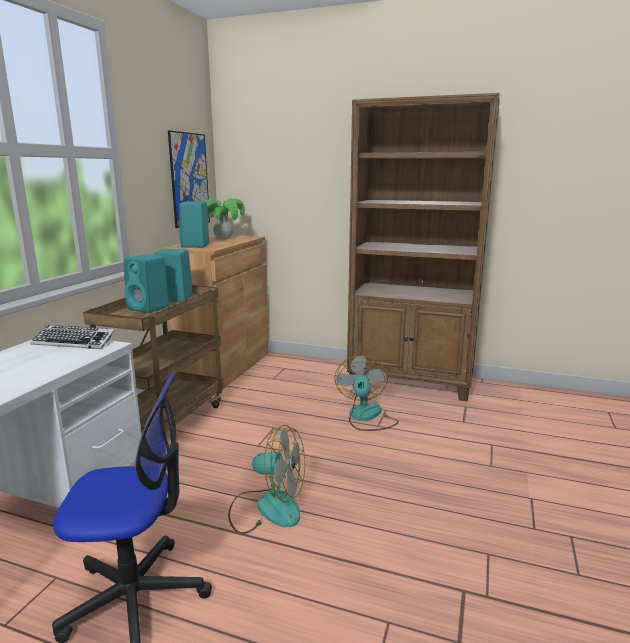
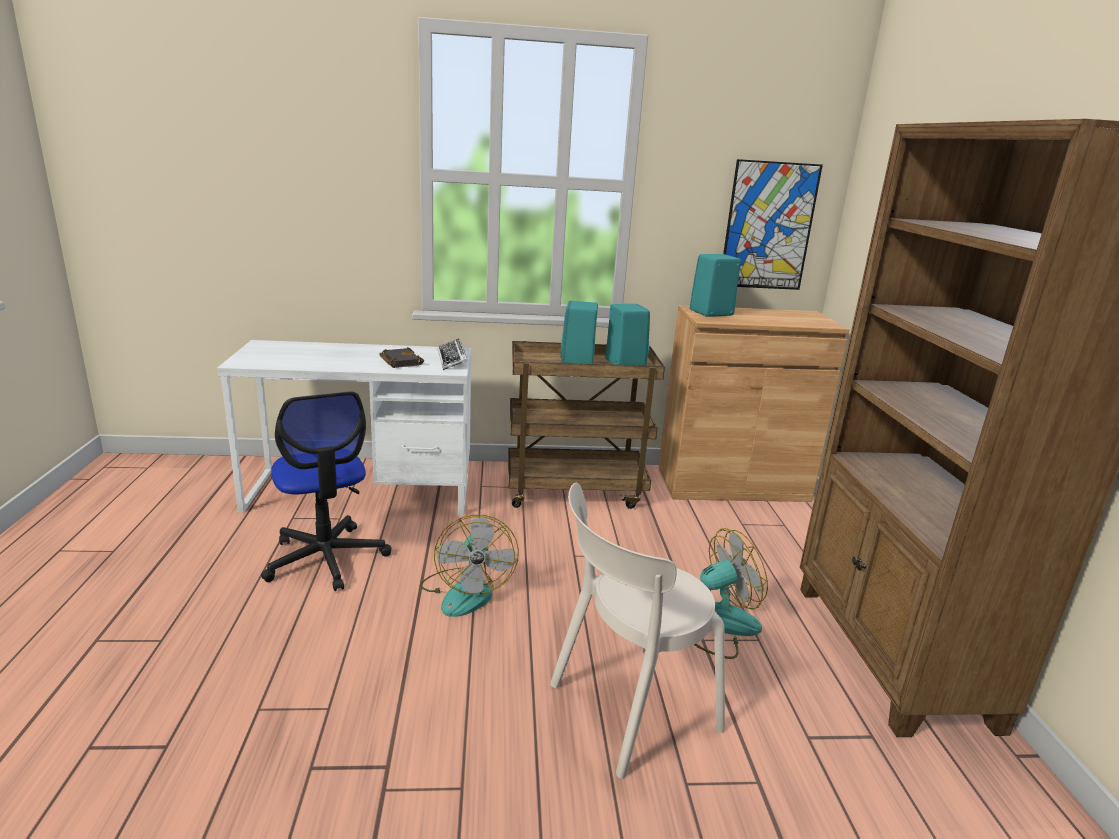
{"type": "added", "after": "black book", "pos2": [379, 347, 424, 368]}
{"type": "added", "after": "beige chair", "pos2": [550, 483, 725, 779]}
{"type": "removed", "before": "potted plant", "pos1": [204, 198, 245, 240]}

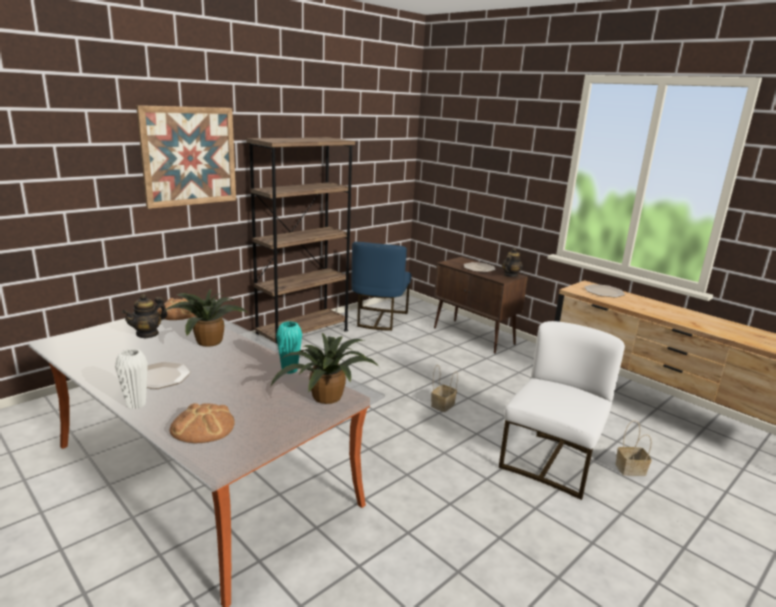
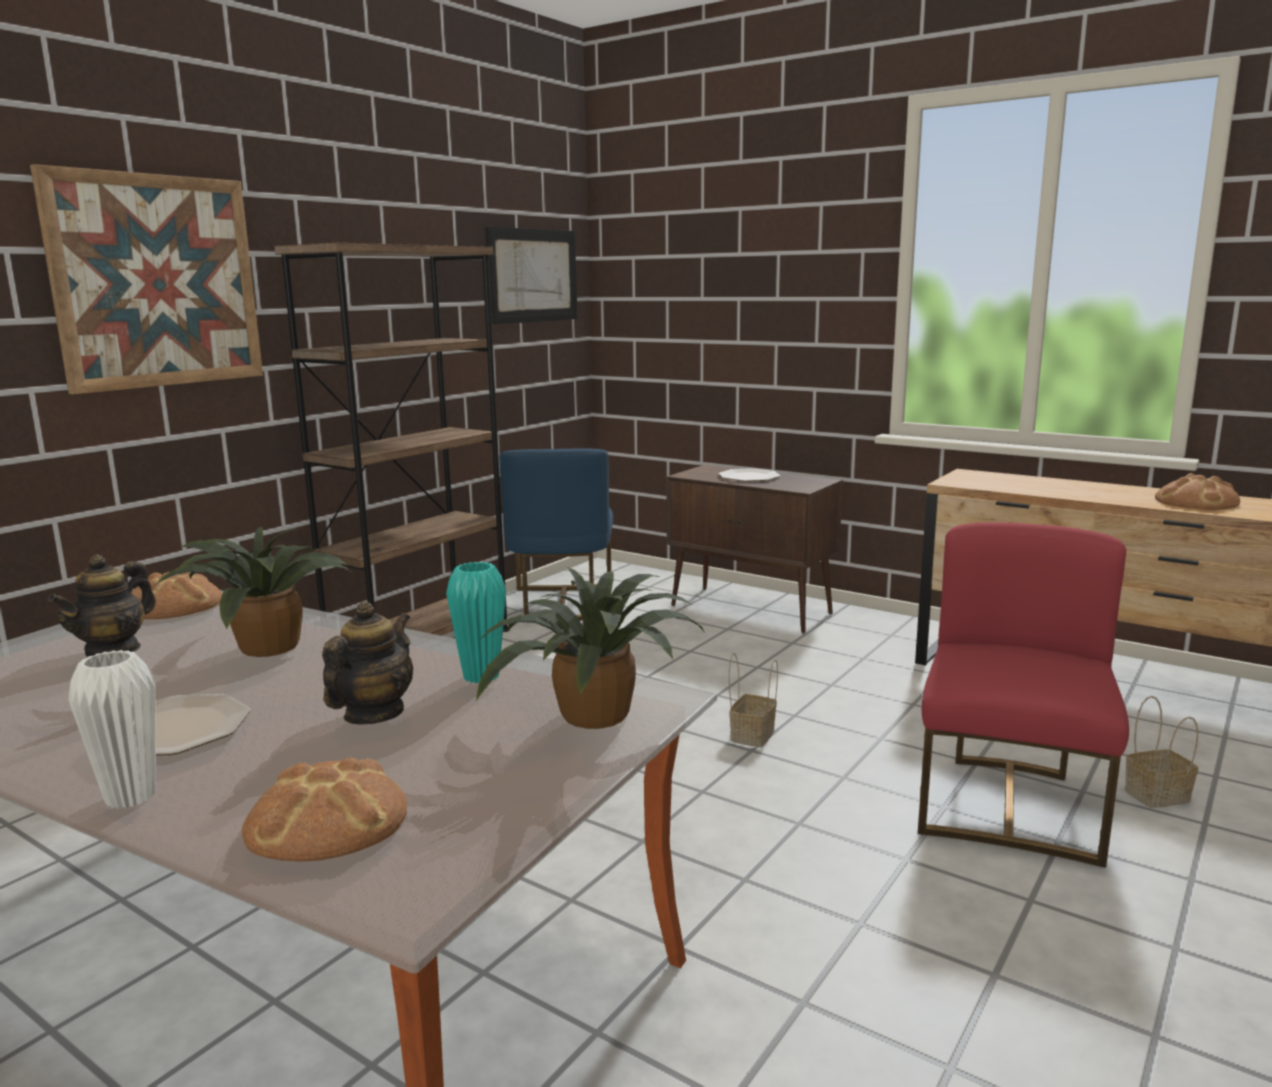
{"type": "moved", "before": "teapot", "pos1": [502, 248, 523, 277], "pos2": [322, 601, 413, 724]}
{"type": "added", "after": "picture", "pos2": [485, 227, 578, 325]}
{"type": "recoloured", "before": "white chair", "after": "red chair", "pos1": [499, 321, 625, 500], "pos2": [918, 522, 1129, 868]}
{"type": "added", "after": "bread", "pos2": [1155, 473, 1240, 510]}
{"type": "removed", "before": "plate", "pos1": [585, 284, 625, 298]}

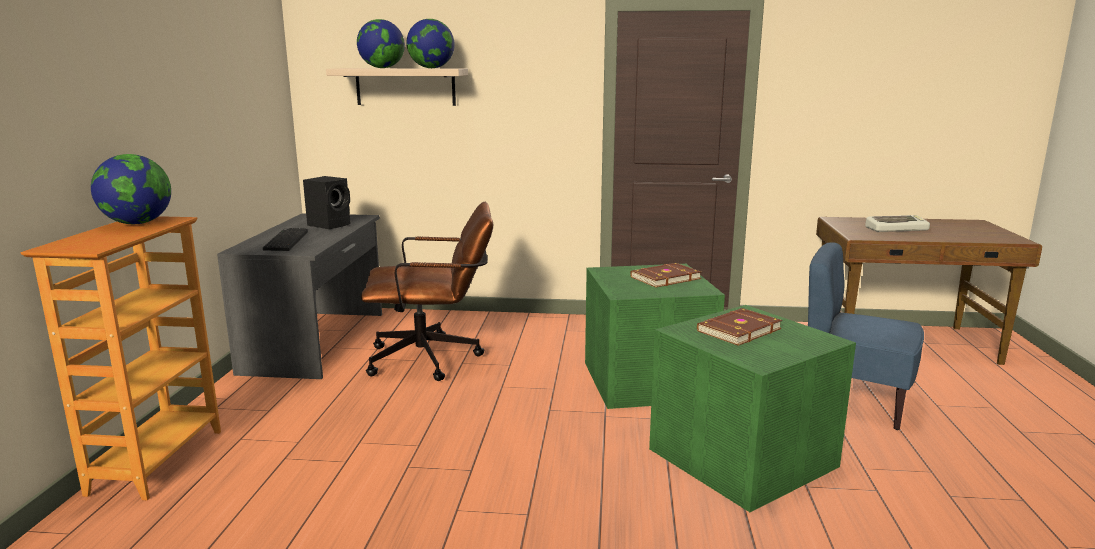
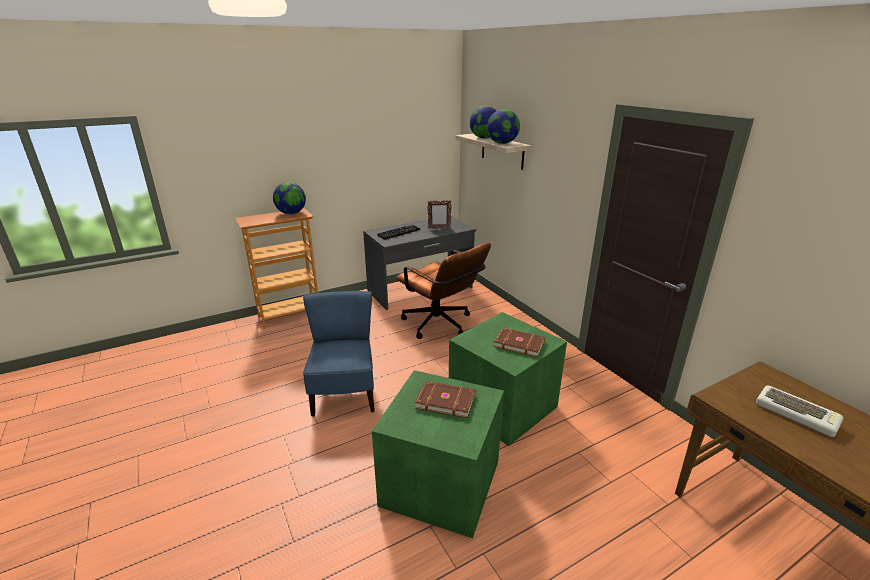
{"type": "moved", "before": "blue chair", "pos1": [808, 242, 924, 430], "pos2": [303, 291, 375, 417]}
{"type": "replaced", "before": "black speaker", "after": "picture frame", "pos1": [303, 176, 351, 229], "pos2": [427, 200, 452, 229]}

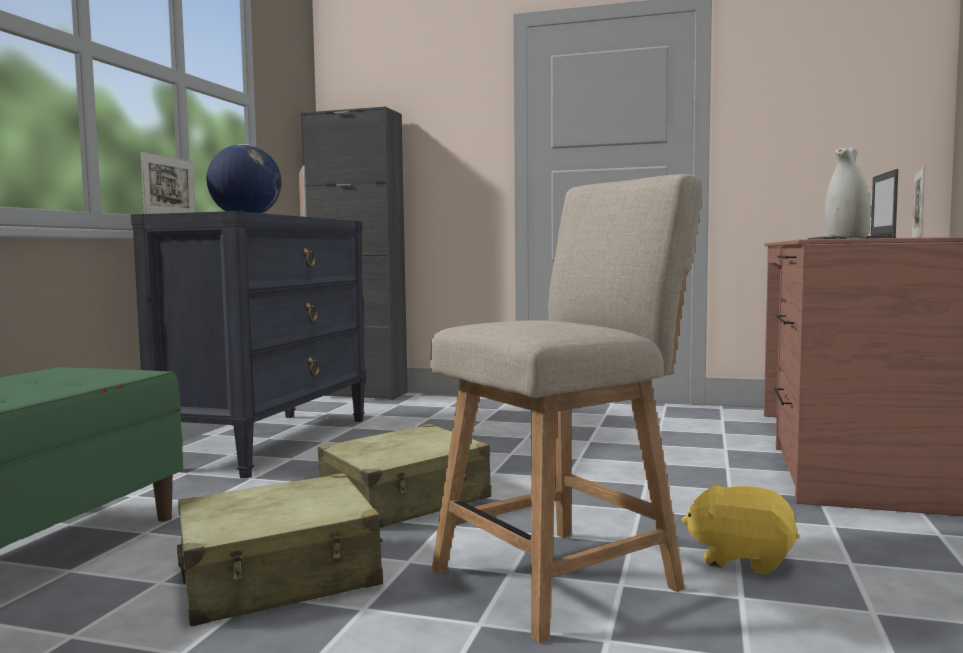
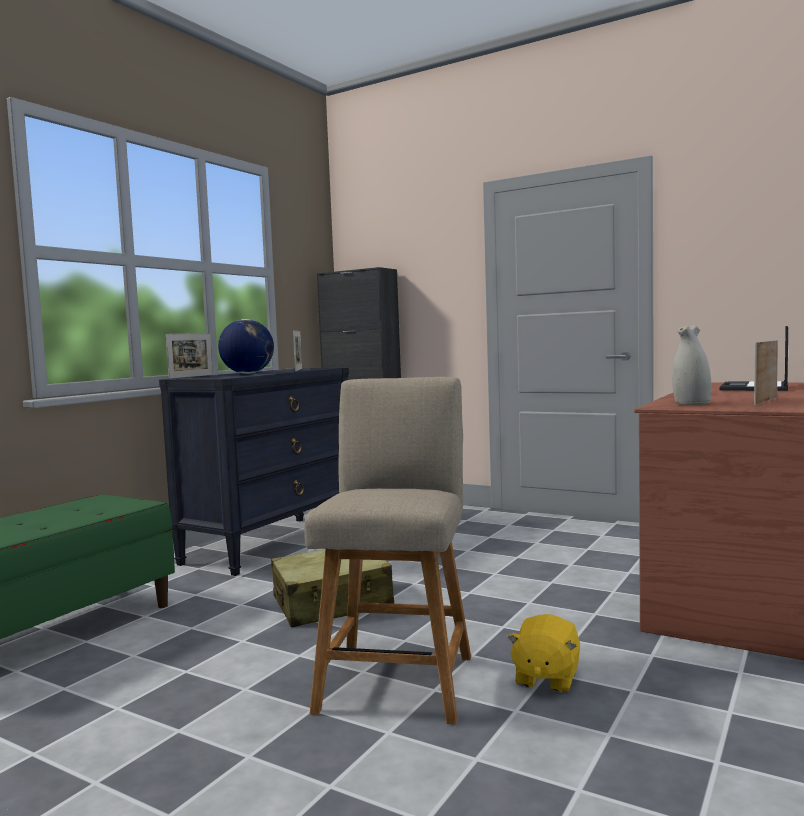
{"type": "turned", "before": "beige chair", "pos1": [430, 174, 702, 643], "pos2": [304, 377, 471, 724], "turn": -60}
{"type": "turned", "before": "yellow plush toy", "pos1": [682, 484, 799, 575], "pos2": [507, 614, 580, 693], "turn": -105}
{"type": "removed", "before": "beige suitcase", "pos1": [177, 473, 383, 626]}

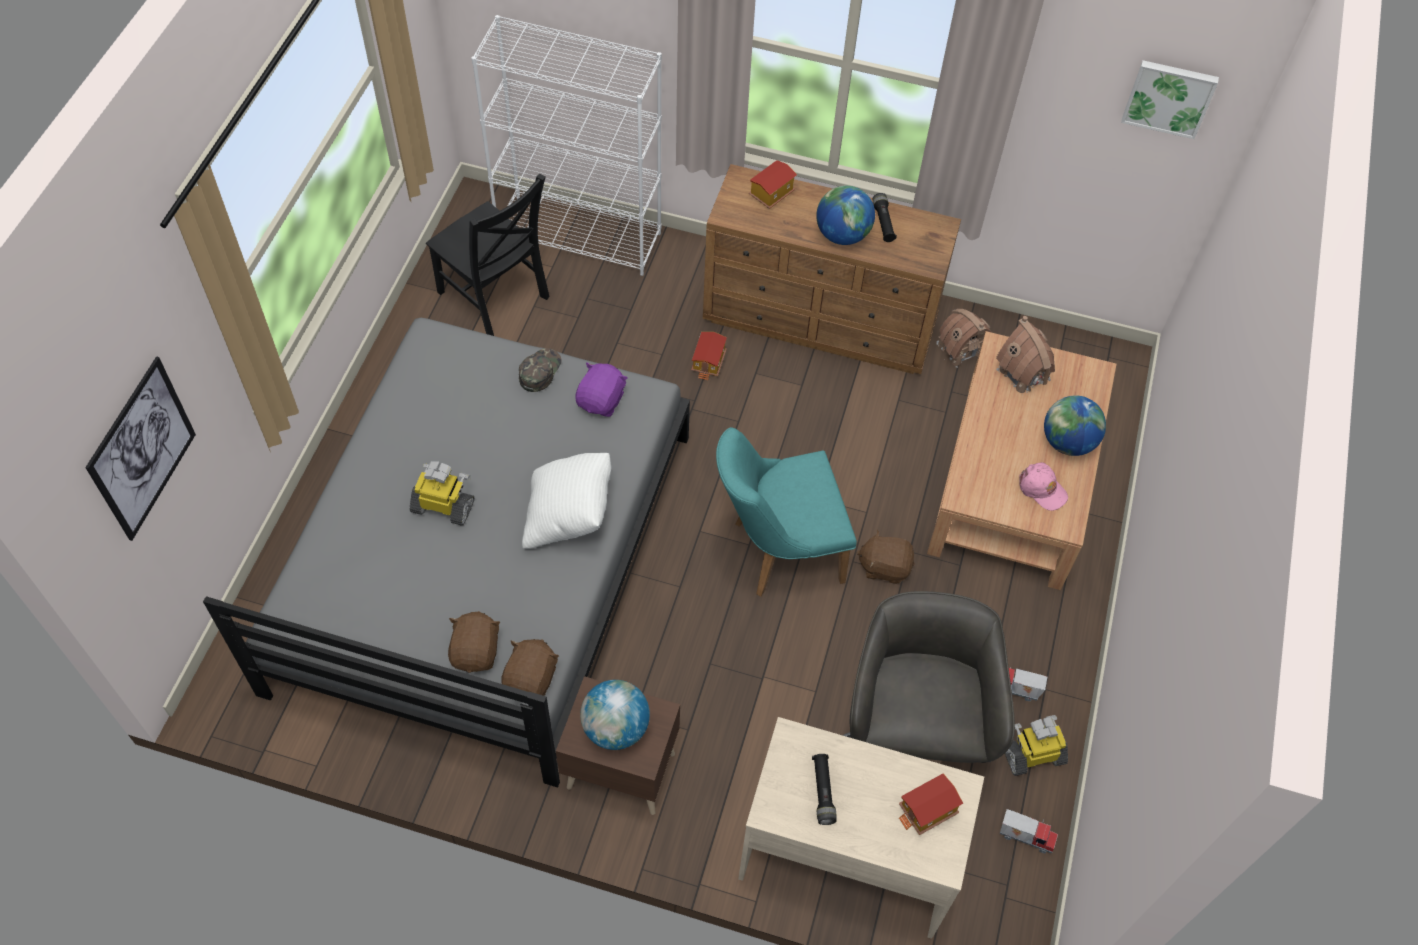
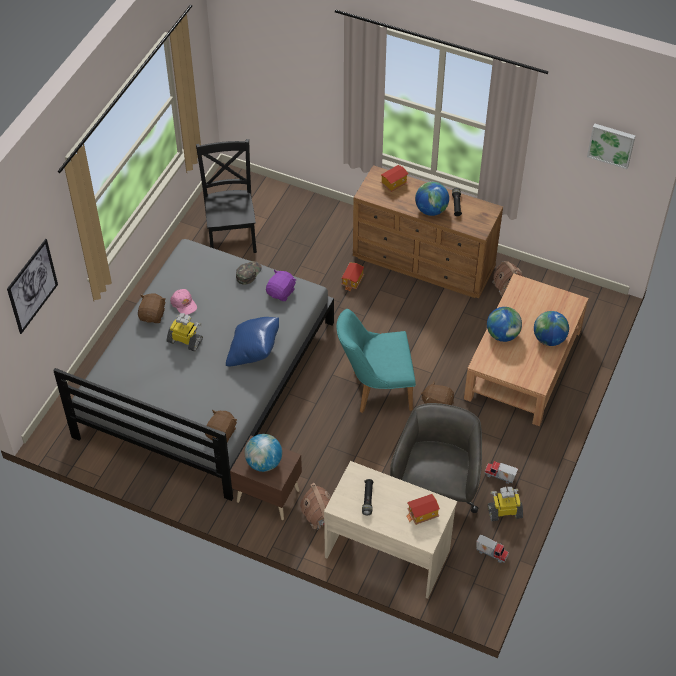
{"type": "moved", "before": "brown plush toy", "pos1": [448, 611, 501, 673], "pos2": [138, 293, 166, 323]}
{"type": "moved", "before": "pink cap", "pos1": [1019, 462, 1068, 511], "pos2": [170, 289, 197, 315]}
{"type": "turned", "before": "black chair", "pos1": [426, 174, 549, 336], "pos2": [196, 139, 257, 253], "turn": -150}
{"type": "recoloured", "before": "white pillow", "after": "blue pillow", "pos1": [522, 453, 611, 549], "pos2": [226, 317, 279, 367]}
{"type": "moved", "before": "toy house", "pos1": [996, 316, 1055, 393], "pos2": [300, 483, 331, 529]}
{"type": "added", "after": "globe", "pos2": [487, 307, 522, 342]}
{"type": "removed", "before": "white bookcase", "pos1": [472, 15, 662, 276]}

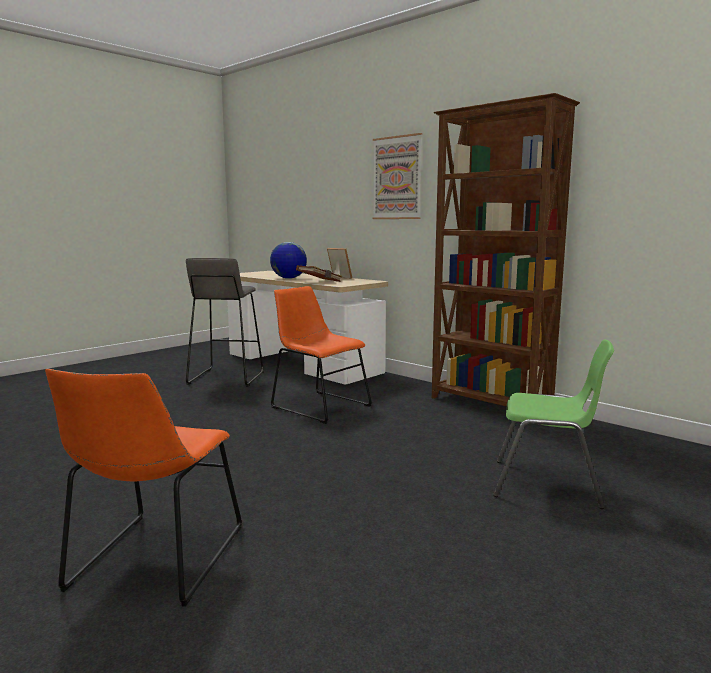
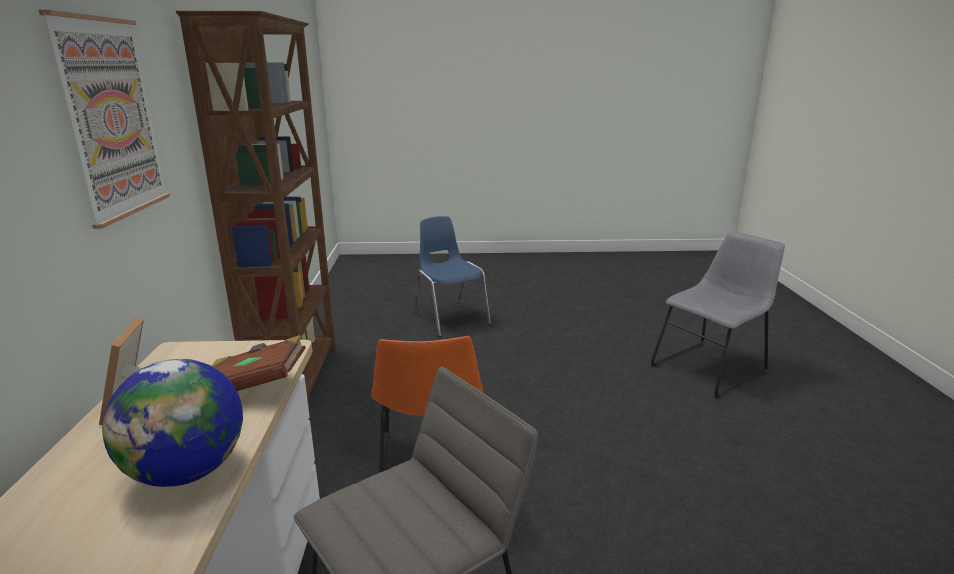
{"type": "recoloured", "before": "green chair", "after": "blue chair", "pos1": [493, 340, 614, 509], "pos2": [414, 216, 491, 337]}
{"type": "recoloured", "before": "orange chair", "after": "grey chair", "pos1": [45, 369, 242, 607], "pos2": [650, 231, 785, 399]}

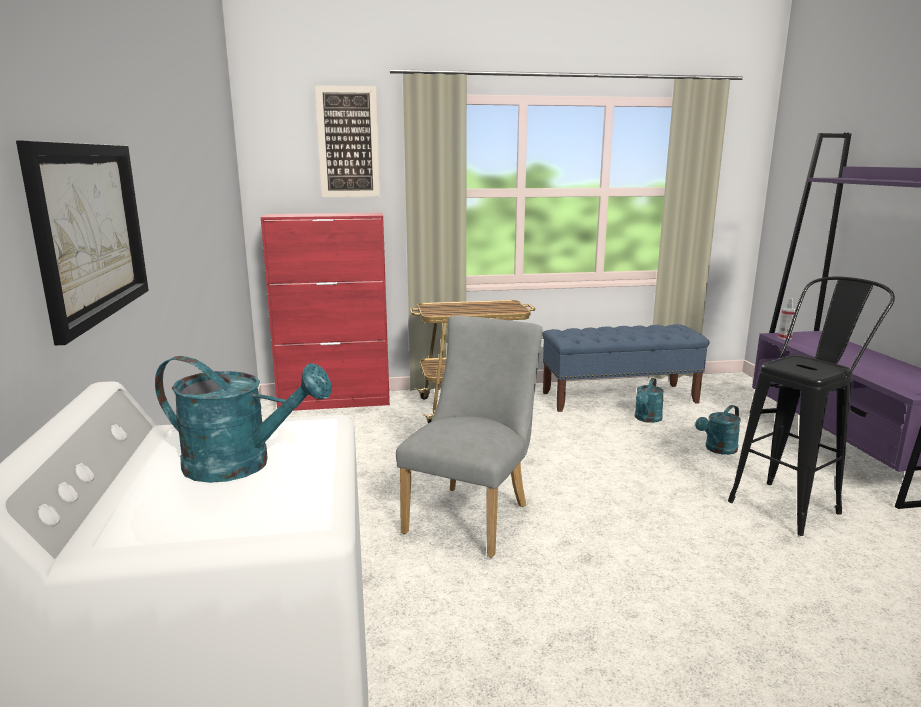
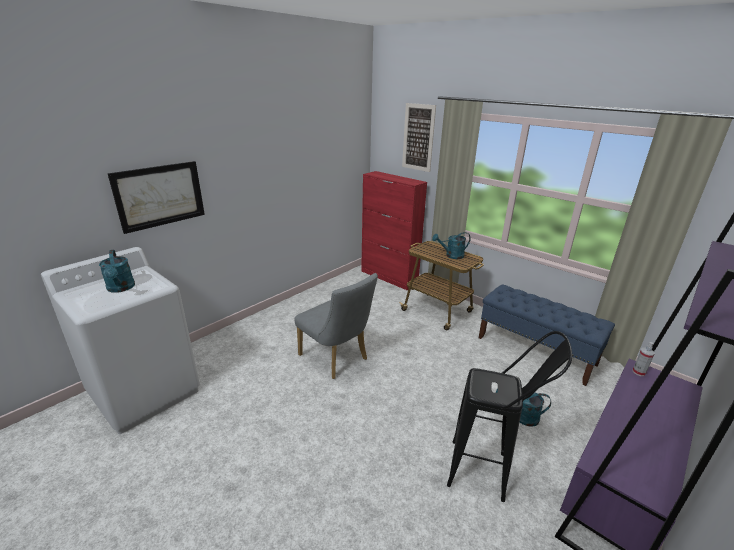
{"type": "turned", "before": "grey chair", "pos1": [396, 316, 543, 558], "pos2": [295, 273, 378, 379], "turn": 60}
{"type": "moved", "before": "turquoise watering can", "pos1": [635, 378, 664, 423], "pos2": [432, 232, 471, 259]}

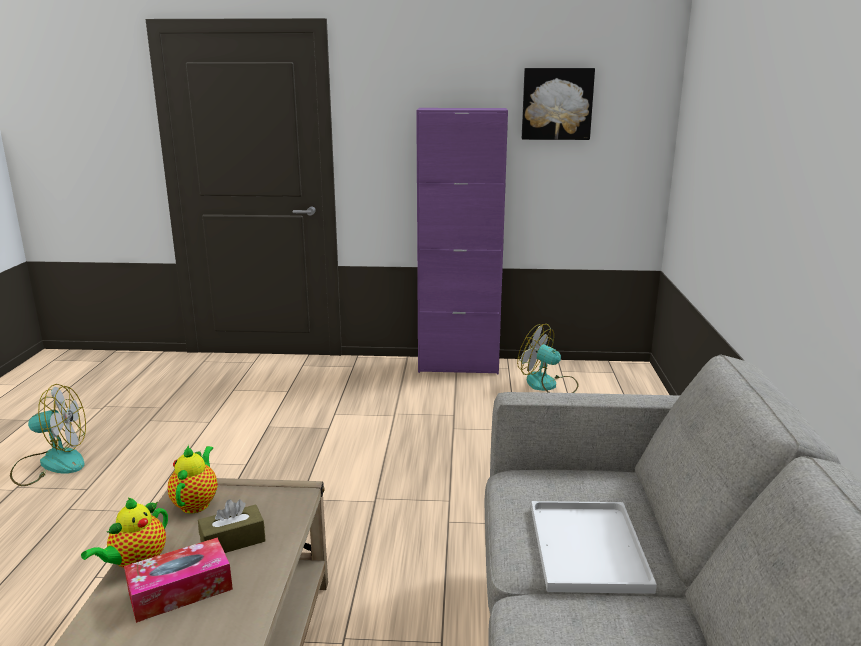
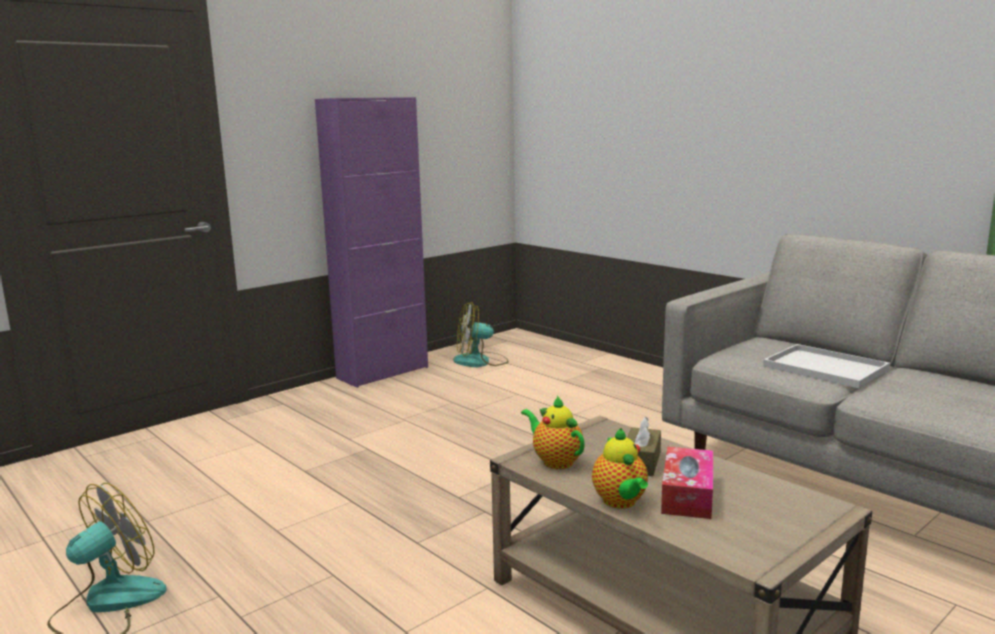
{"type": "removed", "before": "picture", "pos1": [522, 68, 595, 140]}

